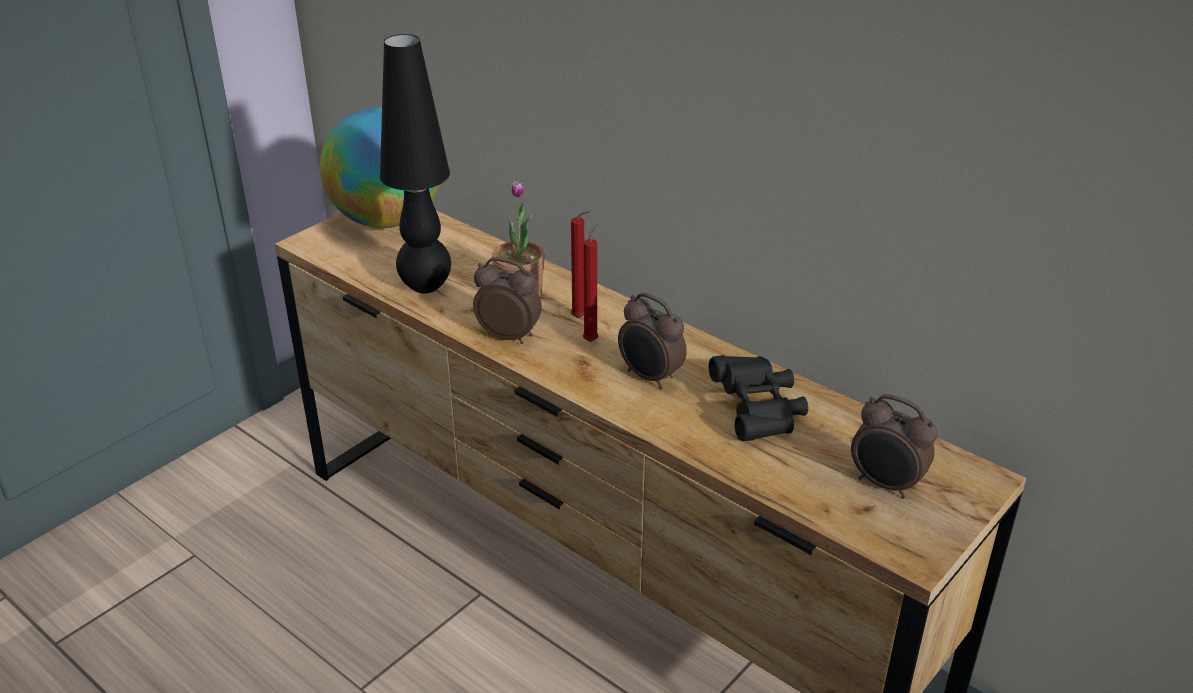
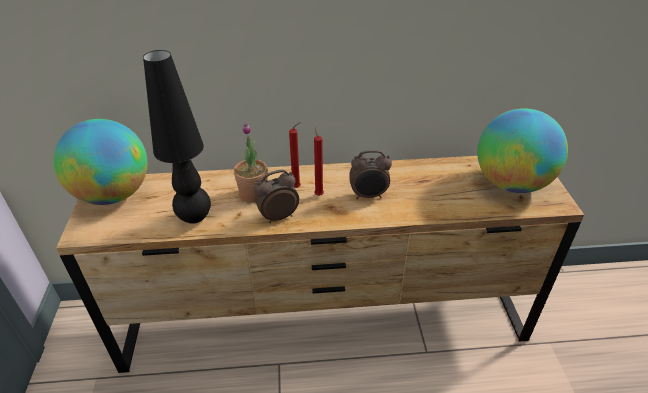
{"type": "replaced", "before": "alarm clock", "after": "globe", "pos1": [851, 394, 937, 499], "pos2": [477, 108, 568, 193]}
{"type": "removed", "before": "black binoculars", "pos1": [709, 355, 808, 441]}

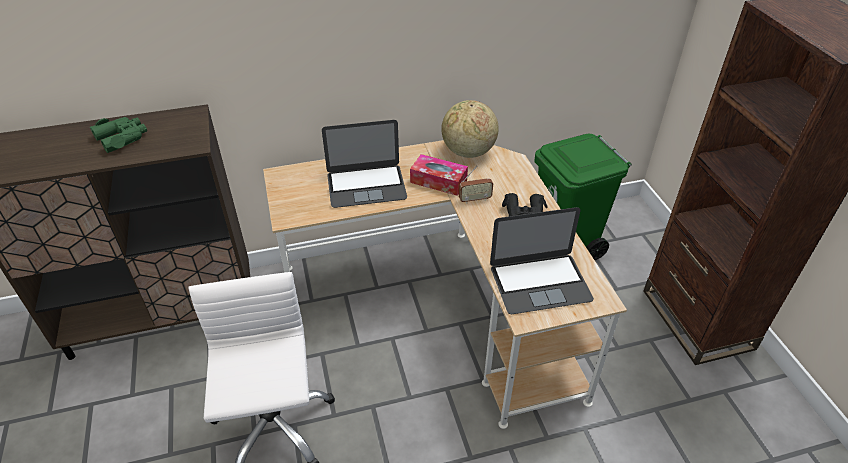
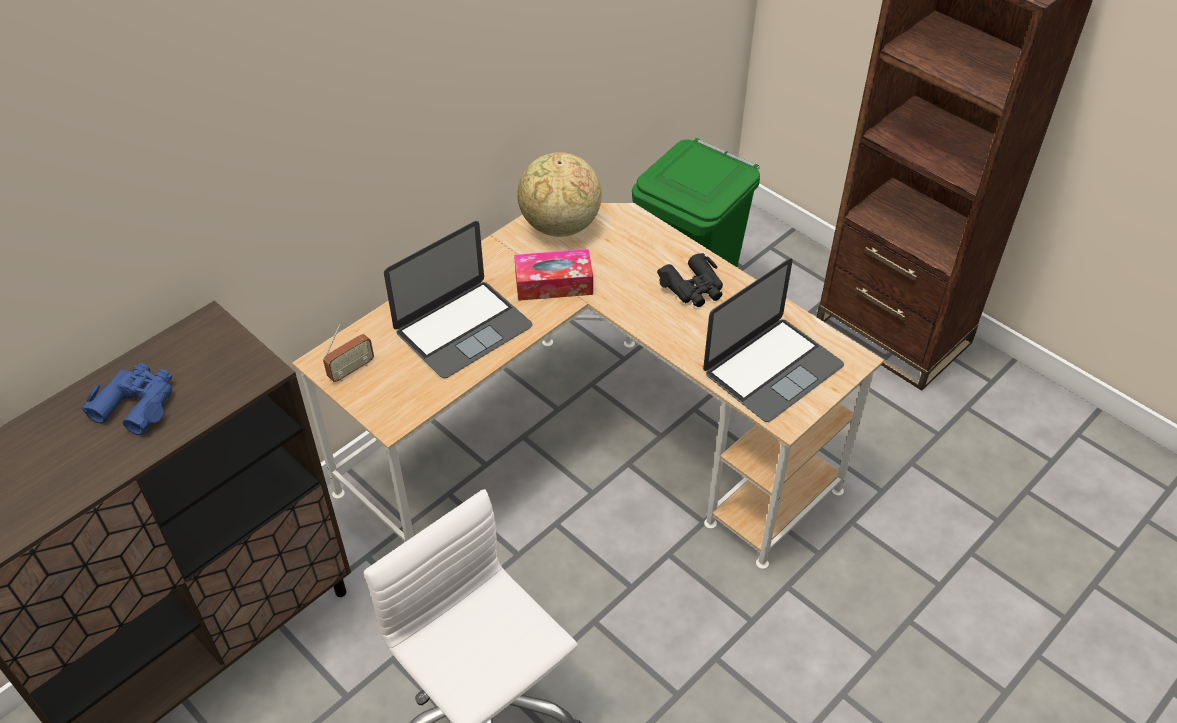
{"type": "recoloured", "before": "green binoculars", "after": "blue binoculars", "pos1": [90, 117, 147, 153], "pos2": [81, 363, 172, 436]}
{"type": "moved", "before": "radio", "pos1": [459, 166, 493, 204], "pos2": [323, 324, 374, 382]}

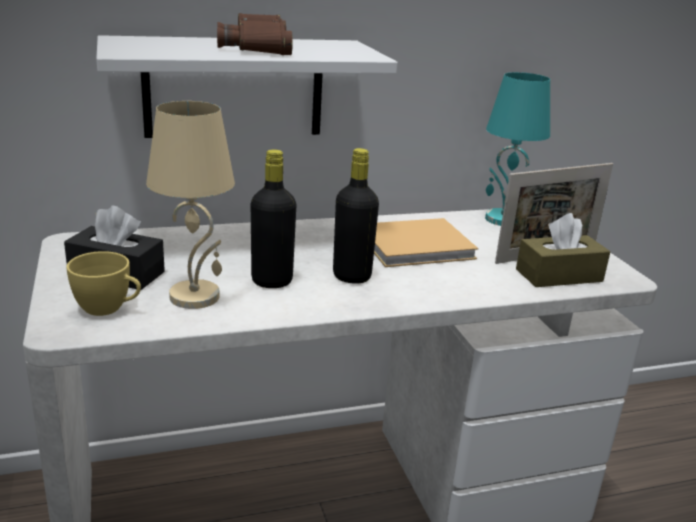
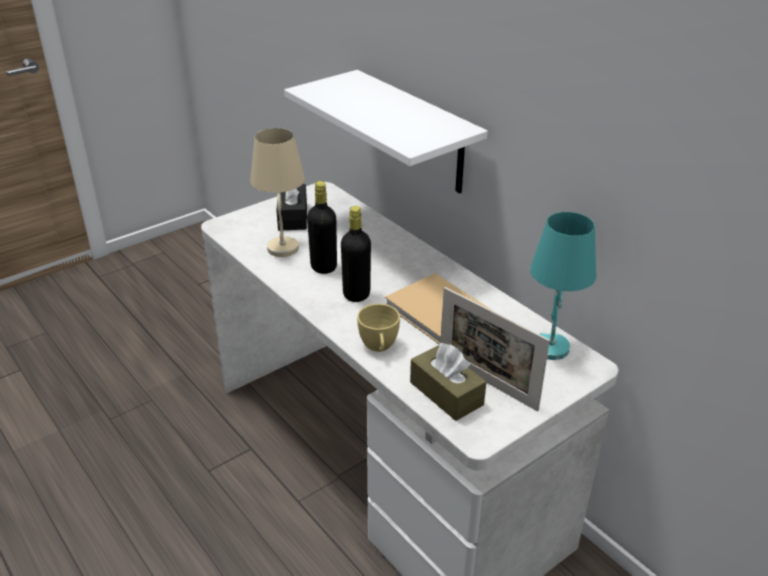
{"type": "moved", "before": "yellow cup", "pos1": [66, 251, 141, 316], "pos2": [357, 304, 400, 352]}
{"type": "removed", "before": "brown binoculars", "pos1": [217, 13, 293, 55]}

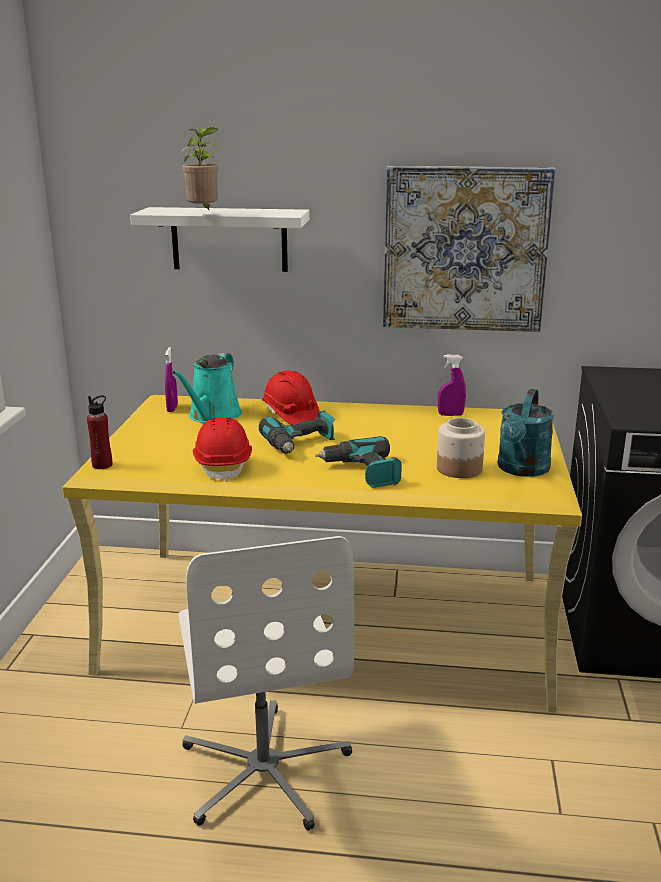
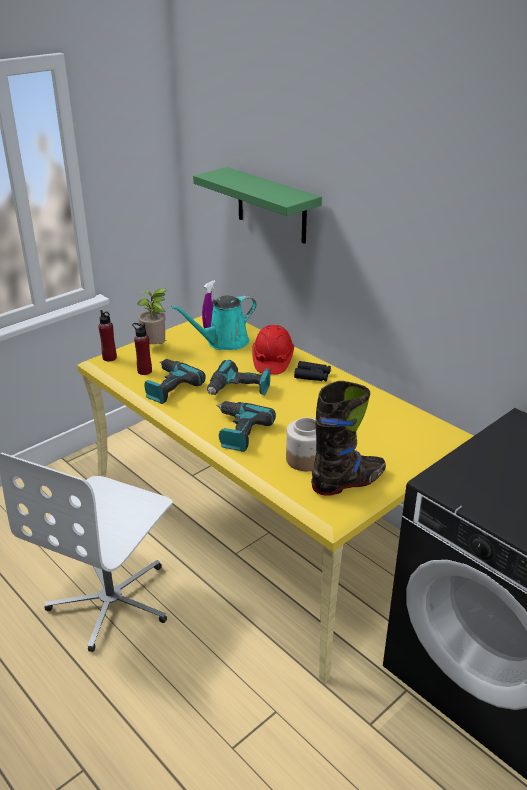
{"type": "added", "after": "red bottle", "pos2": [132, 323, 152, 375]}
{"type": "moved", "before": "potted plant", "pos1": [181, 127, 218, 211], "pos2": [137, 288, 167, 344]}
{"type": "replaced", "before": "red hard hat", "after": "power drill", "pos1": [193, 417, 252, 482], "pos2": [144, 359, 206, 404]}
{"type": "recoloured", "before": "white shelf", "after": "green shelf", "pos1": [130, 207, 310, 272], "pos2": [193, 167, 322, 244]}
{"type": "added", "after": "black binoculars", "pos2": [294, 361, 331, 381]}
{"type": "replaced", "before": "turquoise watering can", "after": "black boot", "pos1": [497, 389, 555, 477], "pos2": [311, 381, 386, 496]}
{"type": "removed", "before": "picture", "pos1": [383, 166, 555, 332]}
{"type": "removed", "before": "purple spray bottle", "pos1": [438, 355, 466, 416]}

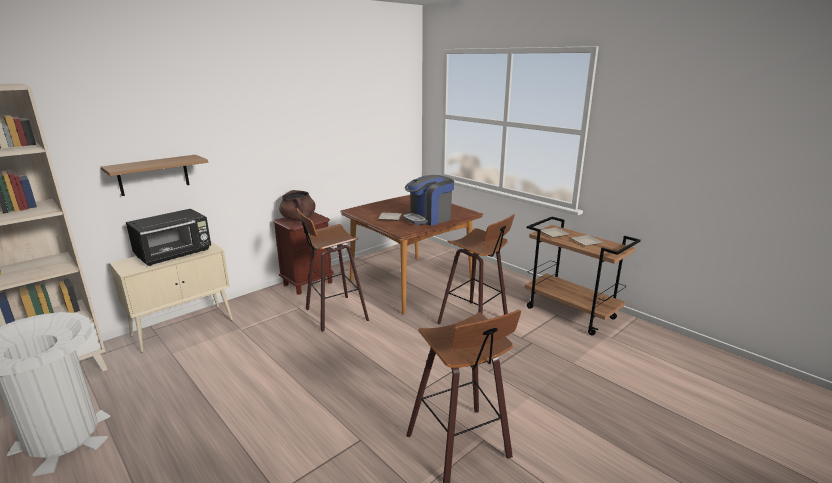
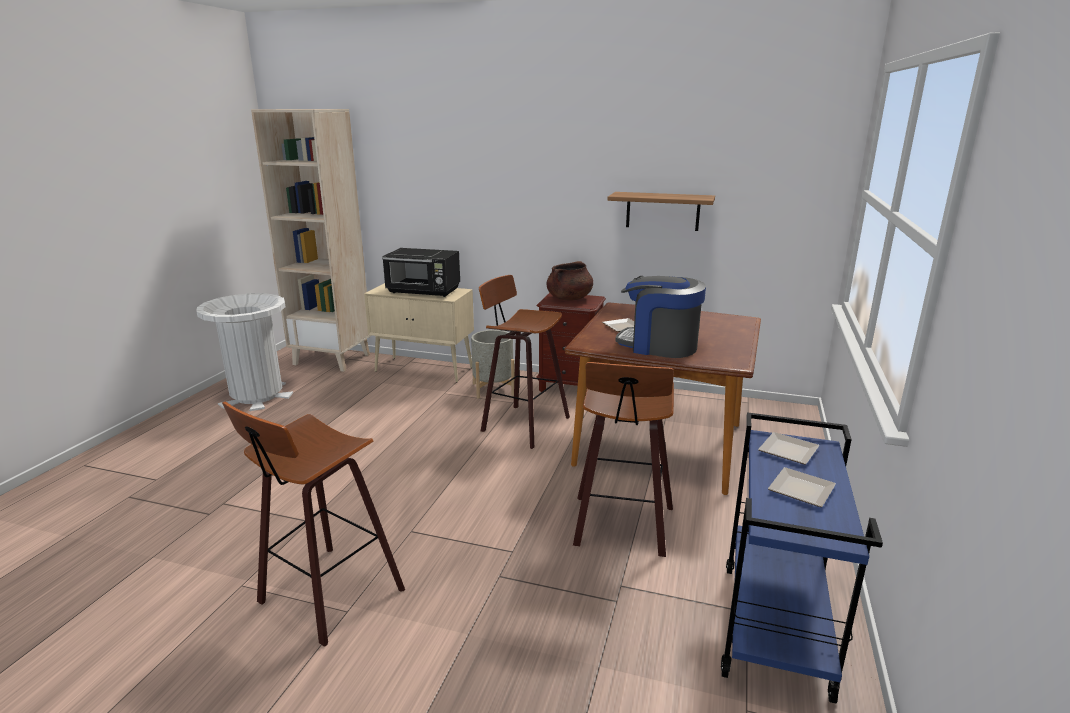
{"type": "added", "after": "grey planter", "pos2": [471, 330, 515, 398]}
{"type": "moved", "before": "shelf", "pos1": [101, 155, 208, 196], "pos2": [607, 192, 715, 231]}
{"type": "recoloured", "before": "brown cart", "after": "blue cart", "pos1": [524, 217, 641, 335], "pos2": [721, 412, 883, 703]}

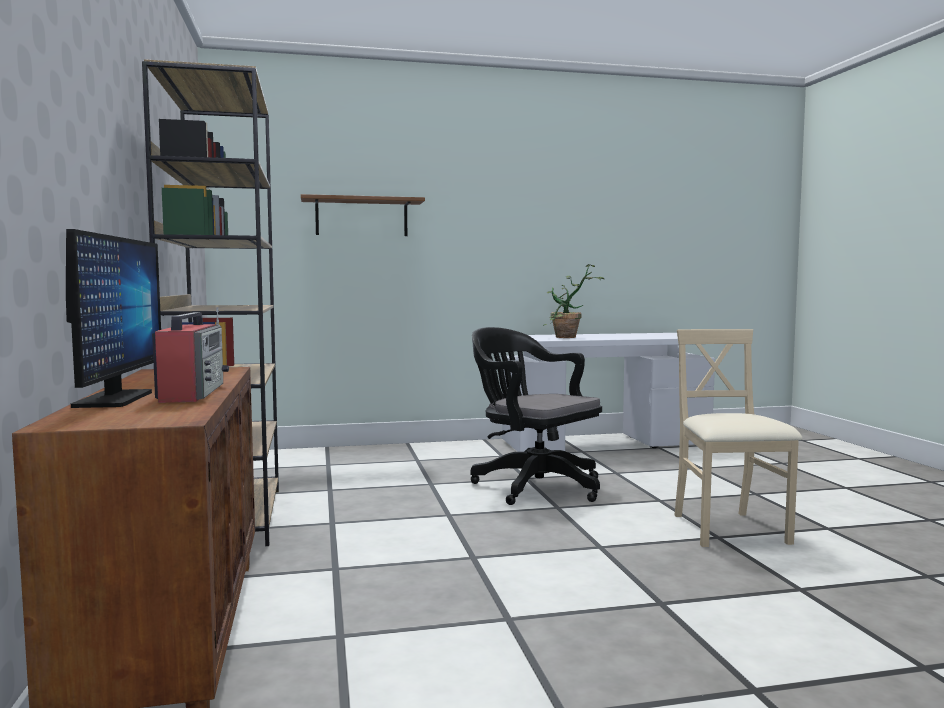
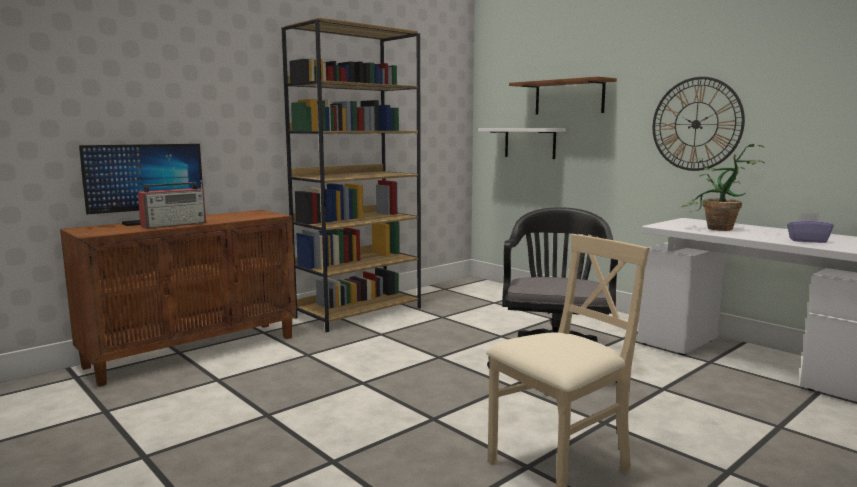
{"type": "added", "after": "white shelf", "pos2": [478, 128, 566, 159]}
{"type": "added", "after": "wall clock", "pos2": [653, 77, 745, 171]}
{"type": "added", "after": "purple tissue box", "pos2": [787, 212, 834, 243]}

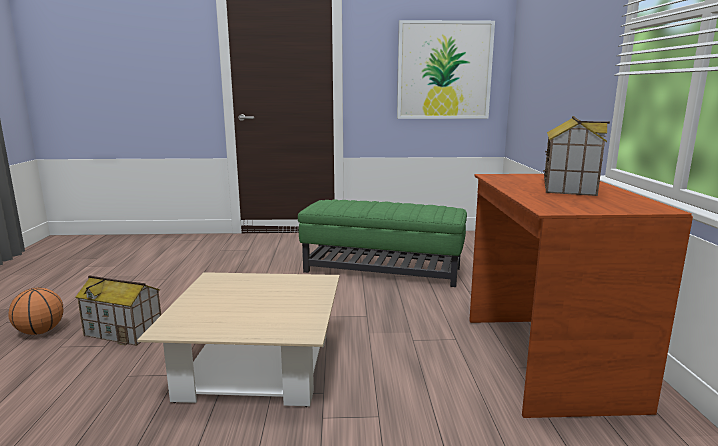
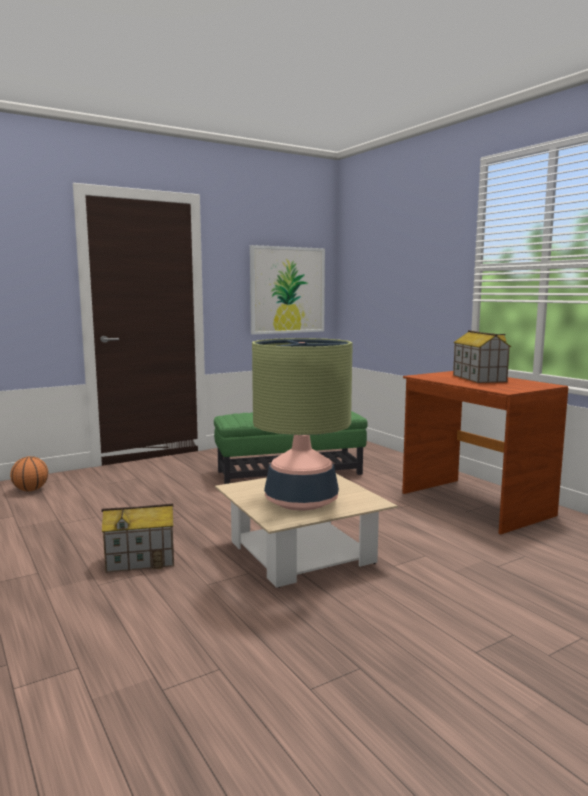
{"type": "moved", "before": "basketball", "pos1": [8, 288, 63, 335], "pos2": [10, 456, 48, 491]}
{"type": "added", "after": "table lamp", "pos2": [252, 338, 353, 511]}

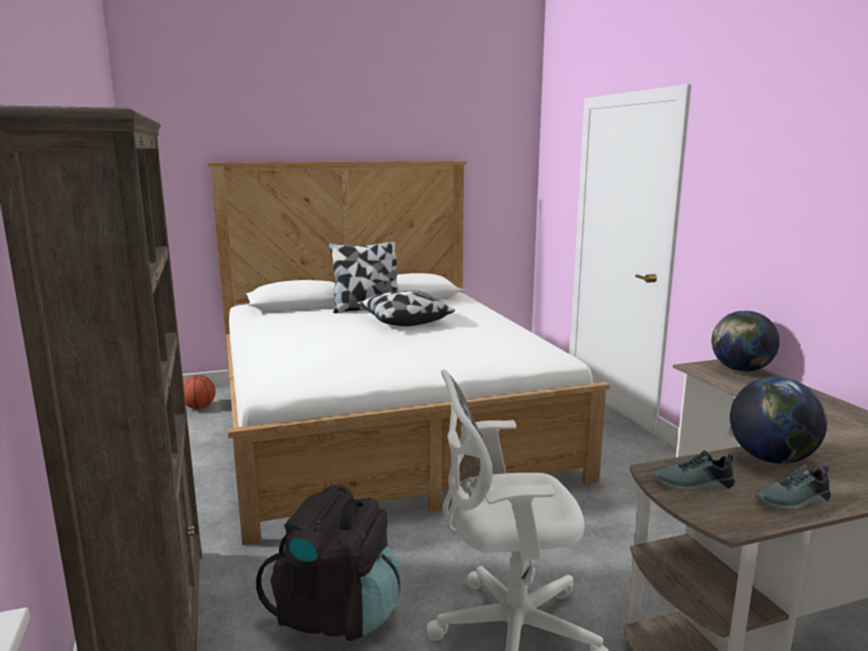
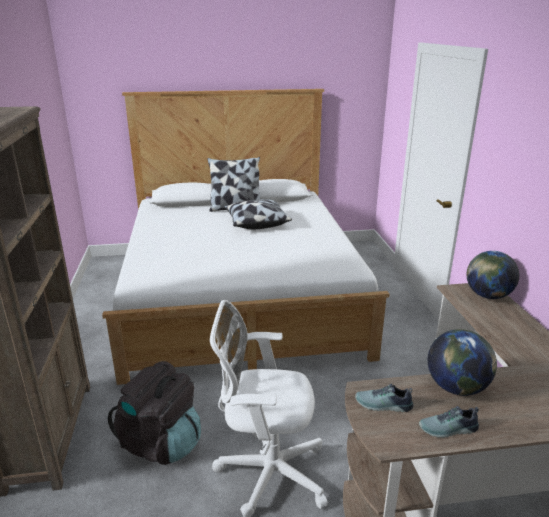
{"type": "removed", "before": "basketball", "pos1": [183, 375, 216, 409]}

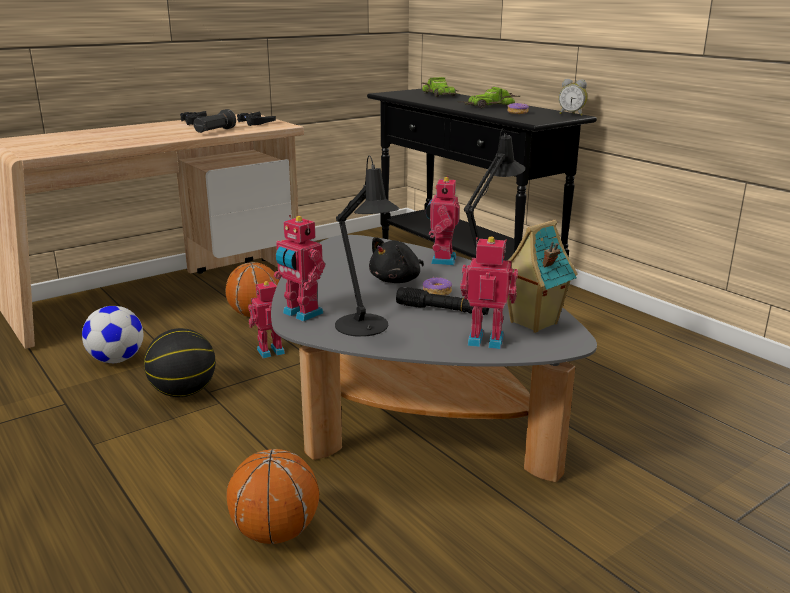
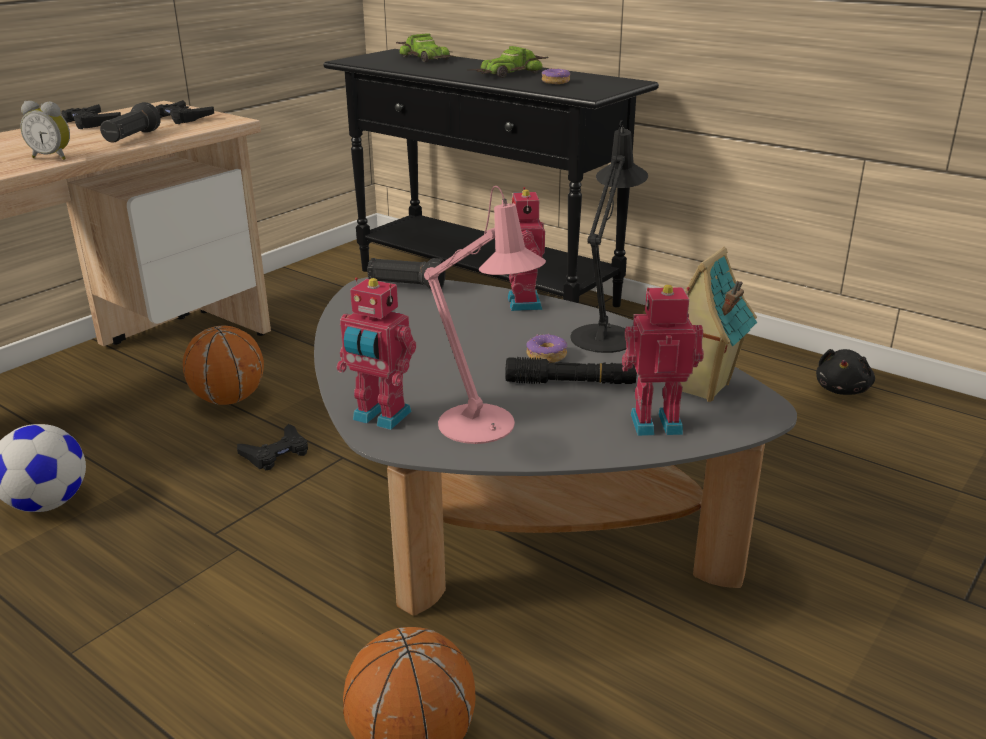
{"type": "moved", "before": "alarm clock", "pos1": [559, 79, 588, 116], "pos2": [20, 101, 70, 160]}
{"type": "replaced", "before": "toy robot", "after": "black game controller", "pos1": [248, 281, 285, 358], "pos2": [237, 424, 308, 471]}
{"type": "added", "after": "black flashlight", "pos2": [367, 258, 446, 290]}
{"type": "recoloured", "before": "black table lamp", "after": "pink table lamp", "pos1": [335, 155, 400, 337], "pos2": [424, 186, 546, 444]}
{"type": "moved", "before": "black plush toy", "pos1": [369, 237, 424, 283], "pos2": [816, 349, 875, 395]}
{"type": "removed", "before": "basketball", "pos1": [144, 328, 216, 397]}

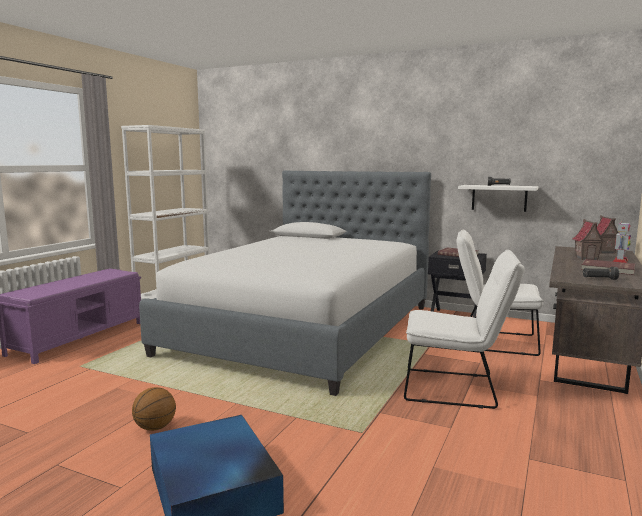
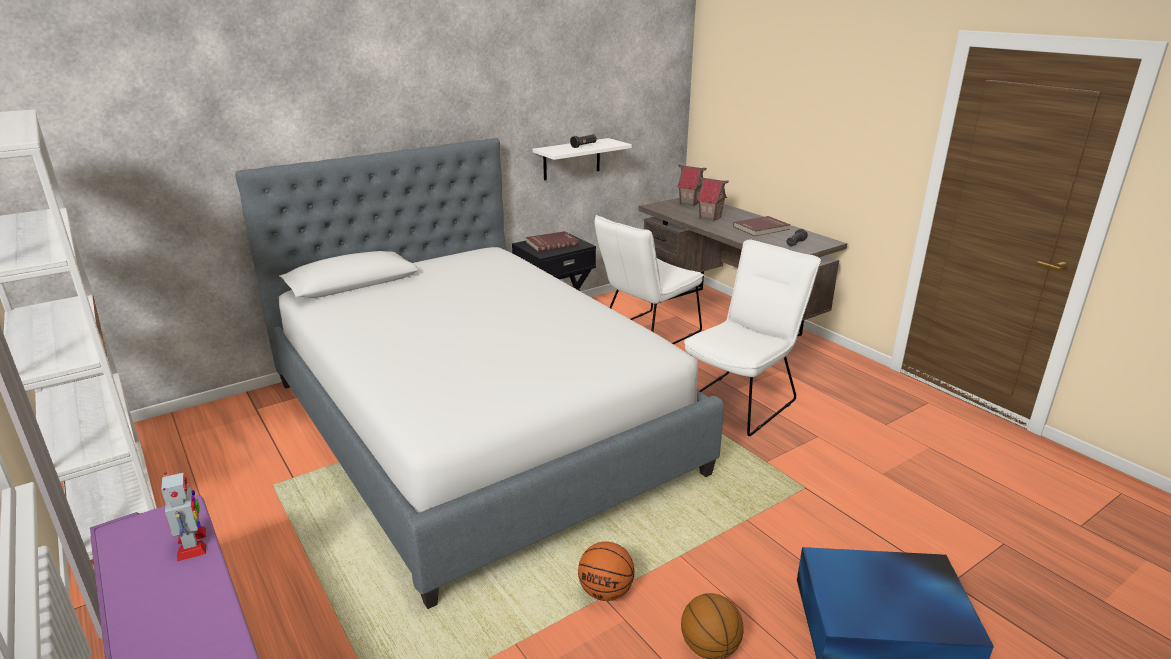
{"type": "moved", "before": "toy robot", "pos1": [613, 222, 631, 263], "pos2": [161, 472, 206, 562]}
{"type": "added", "after": "basketball", "pos2": [578, 541, 635, 601]}

